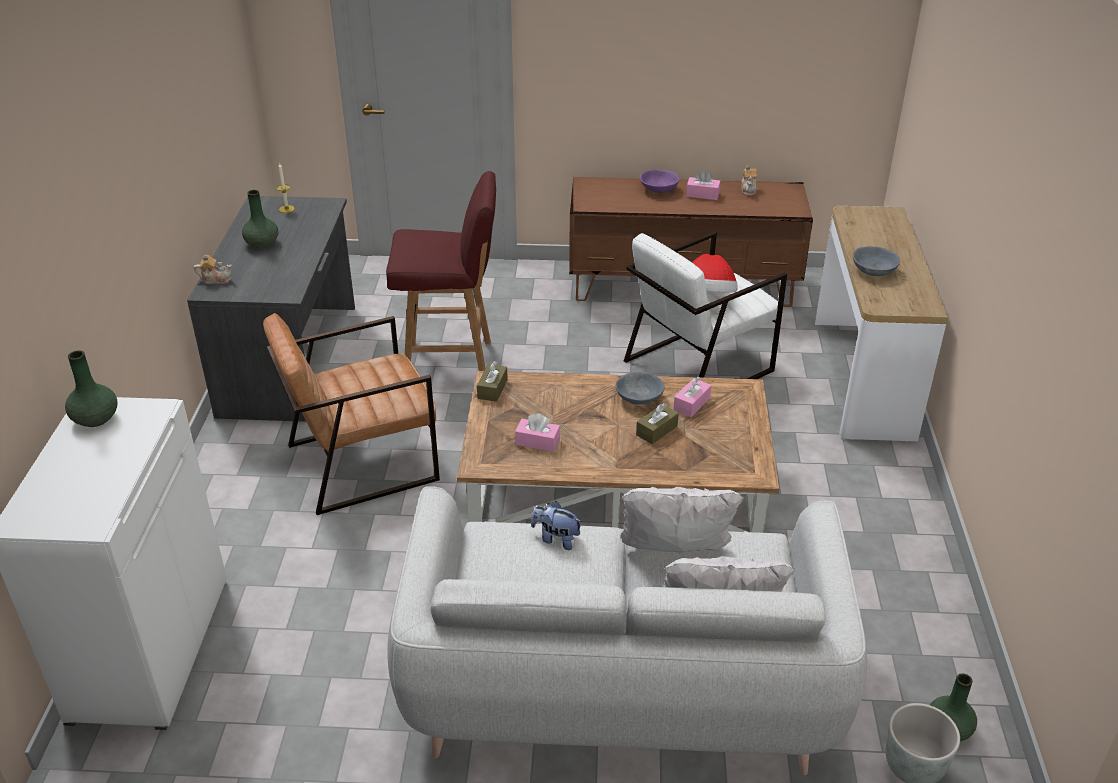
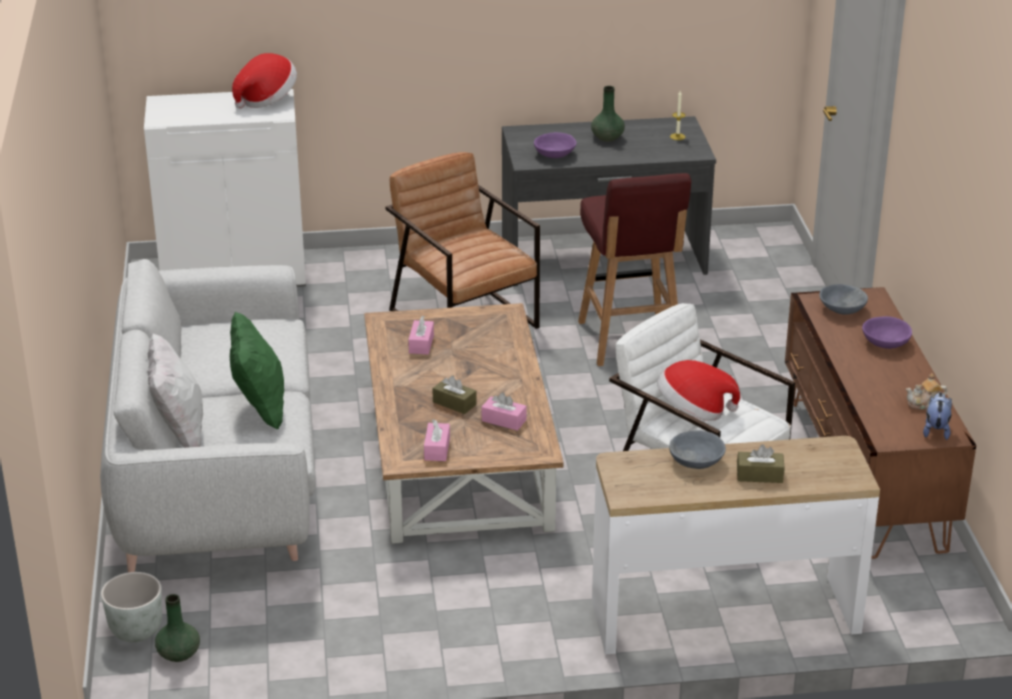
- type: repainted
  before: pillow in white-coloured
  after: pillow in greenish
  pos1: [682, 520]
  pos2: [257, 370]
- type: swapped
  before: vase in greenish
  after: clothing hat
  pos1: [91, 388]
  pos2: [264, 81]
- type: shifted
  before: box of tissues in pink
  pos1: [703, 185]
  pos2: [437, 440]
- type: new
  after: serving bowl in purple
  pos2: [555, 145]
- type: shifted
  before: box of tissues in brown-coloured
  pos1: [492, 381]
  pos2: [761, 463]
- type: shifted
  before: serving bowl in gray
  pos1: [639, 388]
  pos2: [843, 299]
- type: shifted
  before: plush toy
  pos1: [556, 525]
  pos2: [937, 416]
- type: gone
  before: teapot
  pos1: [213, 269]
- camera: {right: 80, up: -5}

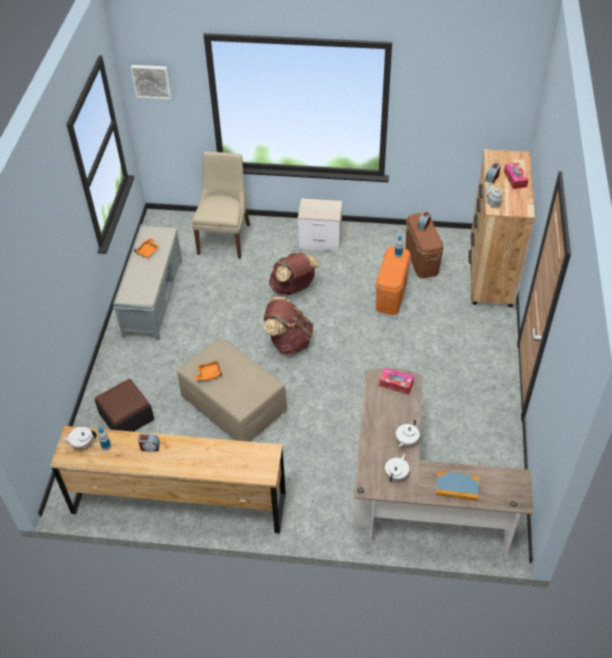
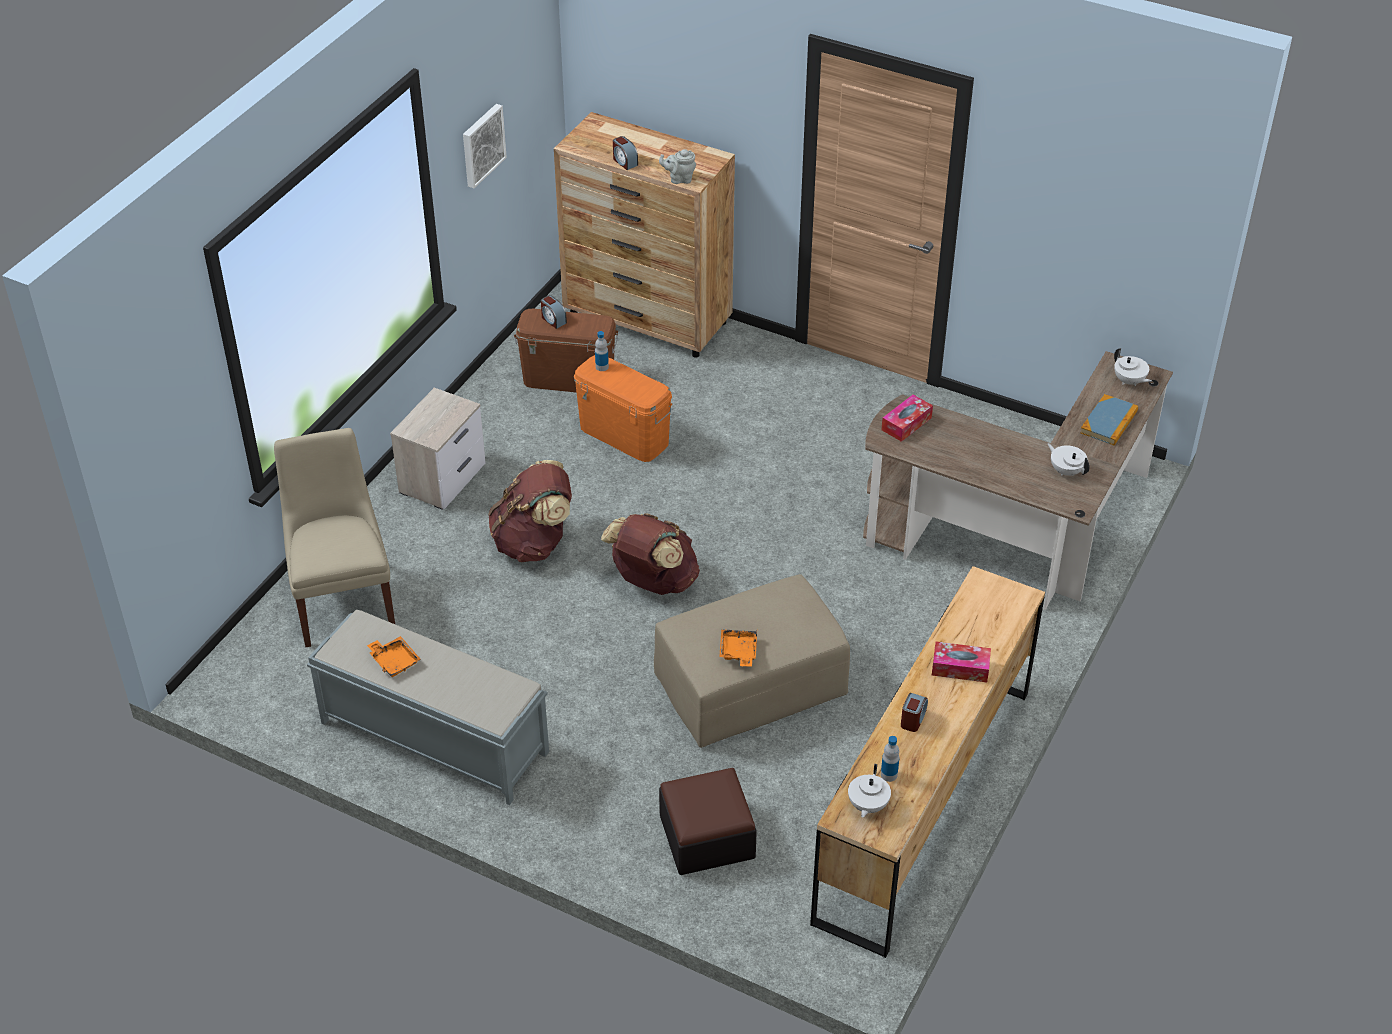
- type: rotated
  before: upright chair in beige
  pos1: [221, 205]
  pos2: [334, 537]
  turn: 45
- type: shifted
  before: picture
  pos1: [151, 82]
  pos2: [485, 146]
- type: shifted
  before: box of tissues
  pos1: [516, 176]
  pos2: [961, 661]
- type: shifted
  before: teapot in white-coloured
  pos1: [407, 433]
  pos2: [1133, 367]
- camera: {right: -70, up: -5}

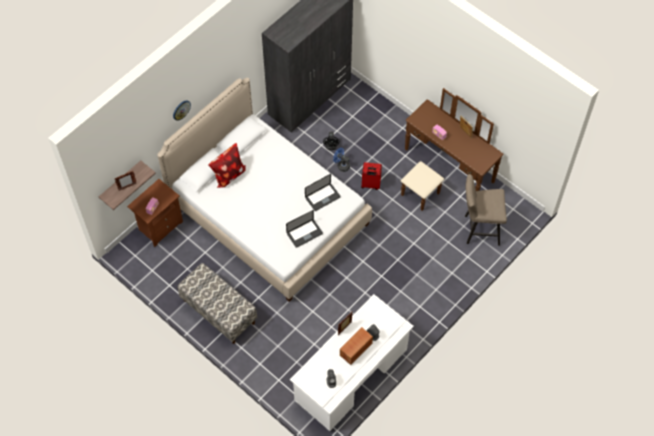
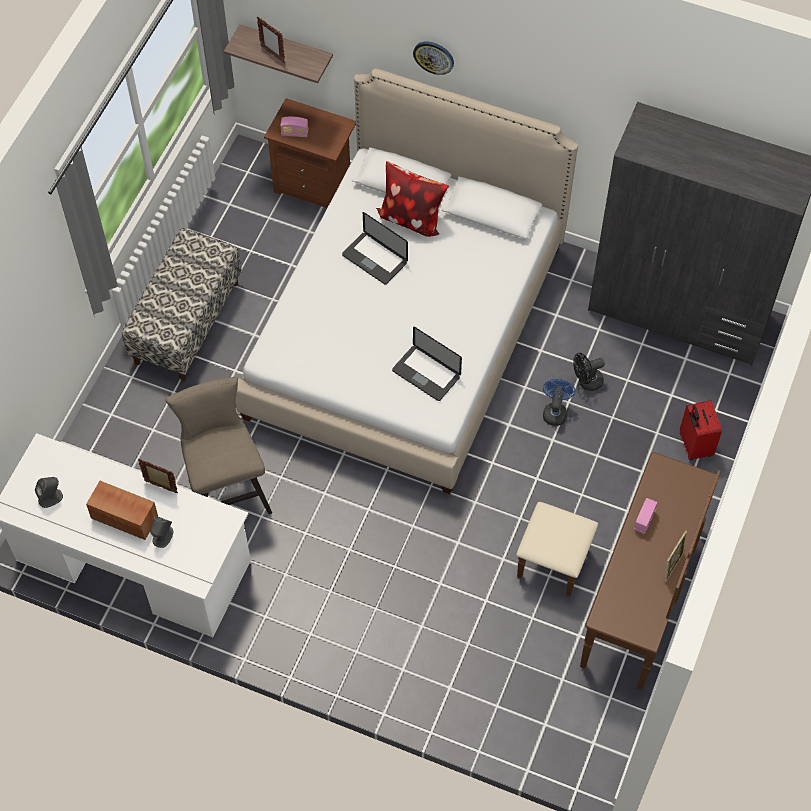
- type: shifted
  before: stool in beige
  pos1: [486, 210]
  pos2: [218, 445]
- type: shifted
  before: portable computer
  pos1: [304, 229]
  pos2: [375, 248]
- type: shifted
  before: piece of luggage in reddish
  pos1: [371, 176]
  pos2: [701, 430]
- camera: {right: 70, up: 0}

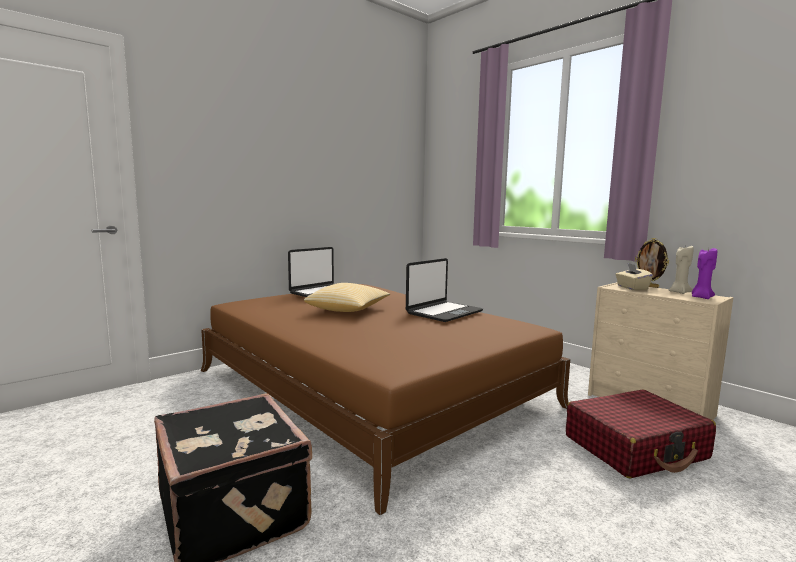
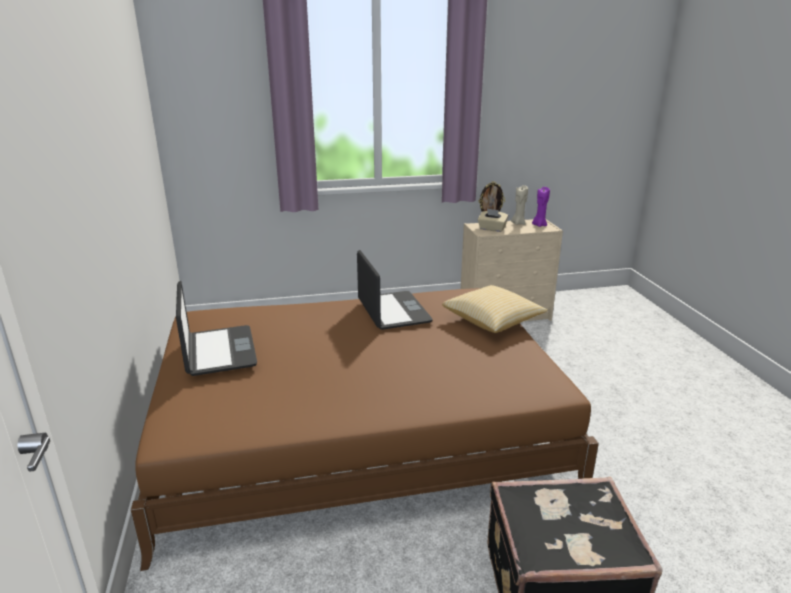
- type: shifted
  before: pillow
  pos1: [347, 297]
  pos2: [495, 309]
- type: gone
  before: piece of luggage in reddish
  pos1: [641, 433]
- camera: {right: -60, up: 15}

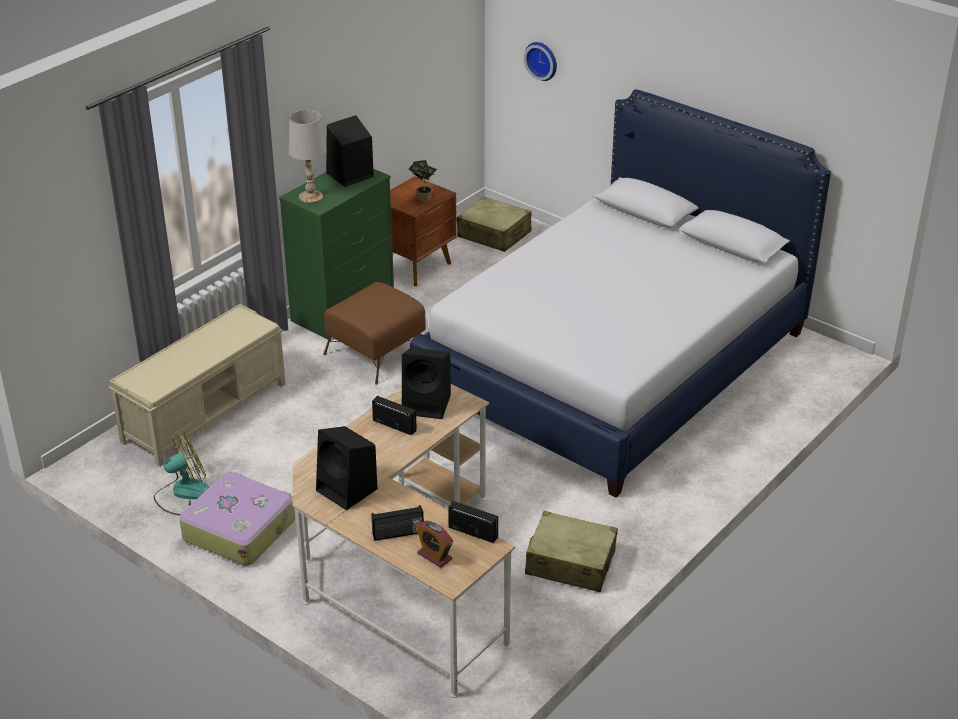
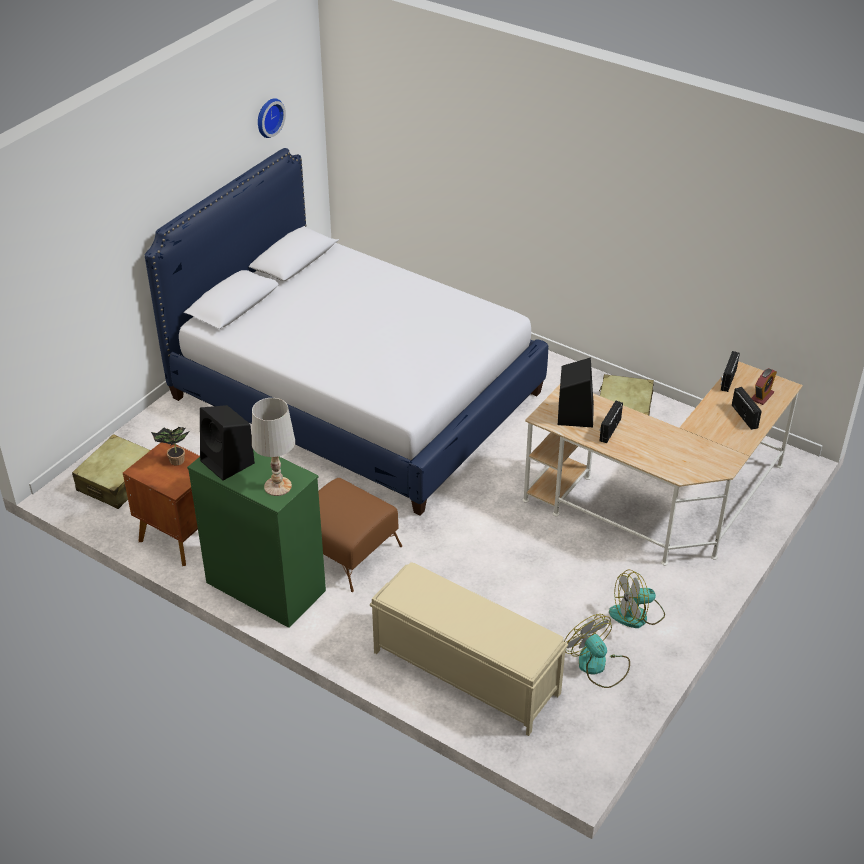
- type: shifted
  before: hanging clock
  pos1: [540, 61]
  pos2: [272, 118]
- type: swapped
  before: piece of luggage
  after: fan
  pos1: [237, 519]
  pos2: [637, 599]
- type: gone
  before: audio speaker in black
  pos1: [346, 468]
- camera: {right: -95, up: 5}

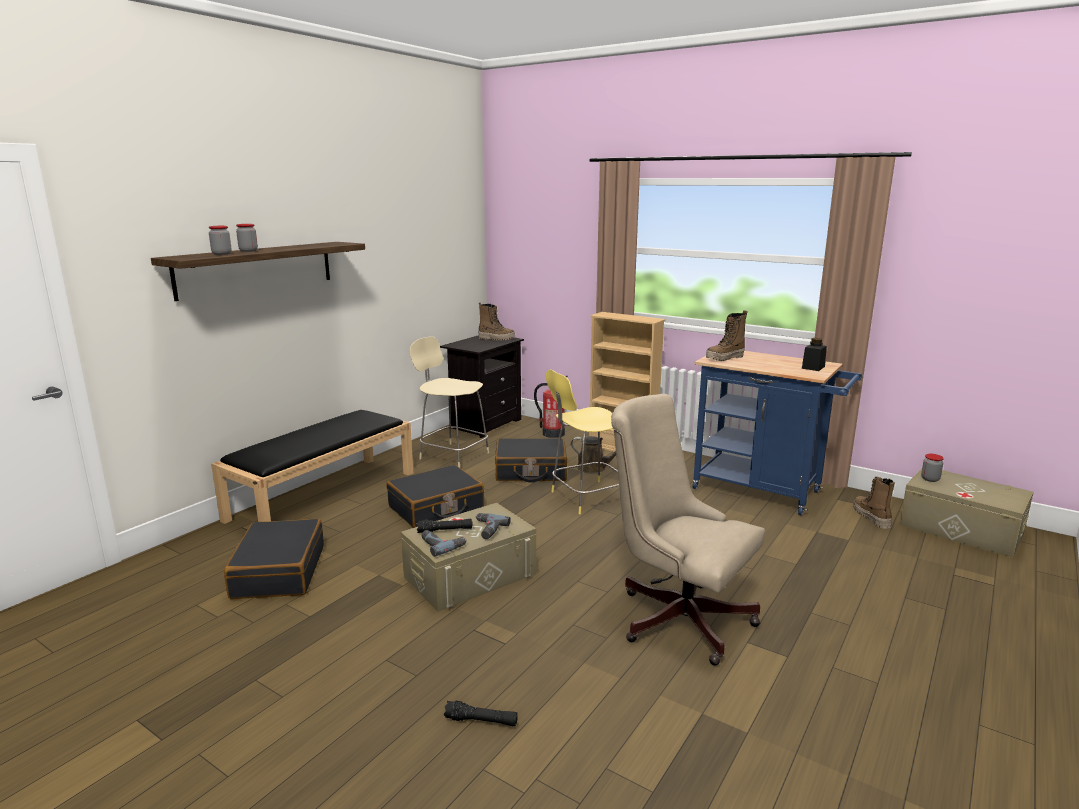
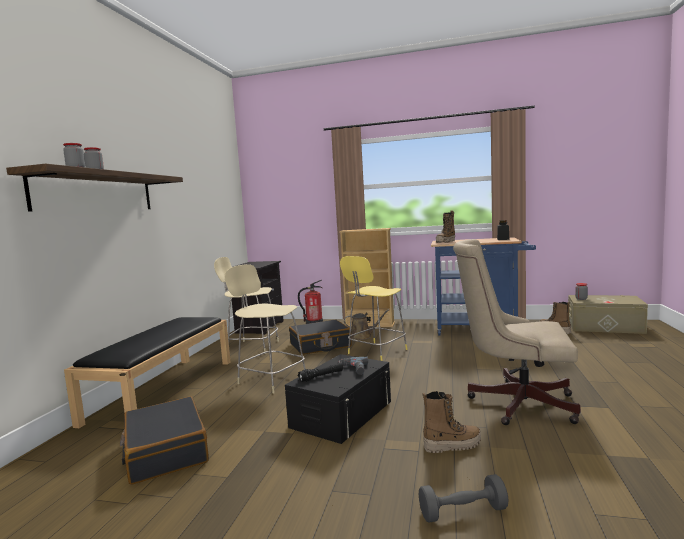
- type: swapped
  before: piece of luggage in black
  after: stool in beige
  pos1: [435, 496]
  pos2: [265, 328]
- type: repainted
  before: storage bin in beige
  after: storage bin in black
  pos1: [468, 557]
  pos2: [338, 399]
- type: swapped
  before: hand torch in black
  after: dumbbell in gray
  pos1: [481, 714]
  pos2: [464, 498]
- type: shifted
  before: tall boot
  pos1: [496, 321]
  pos2: [451, 422]
- type: gone
  before: drill
  pos1: [444, 543]
- camera: {right: -20, up: -10}

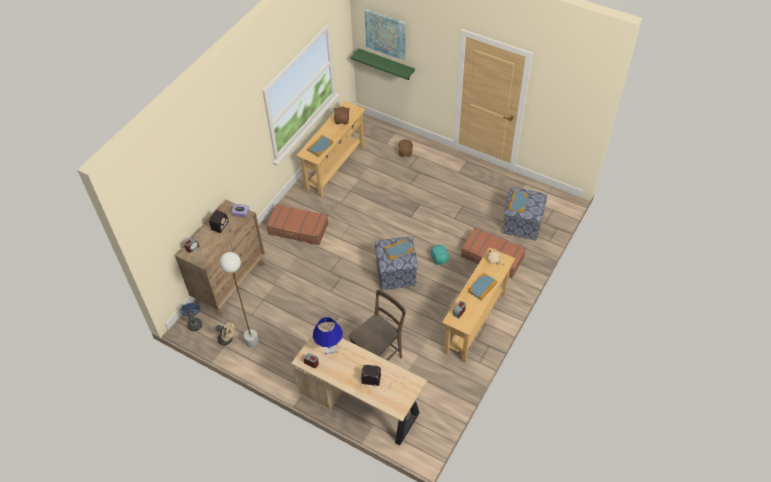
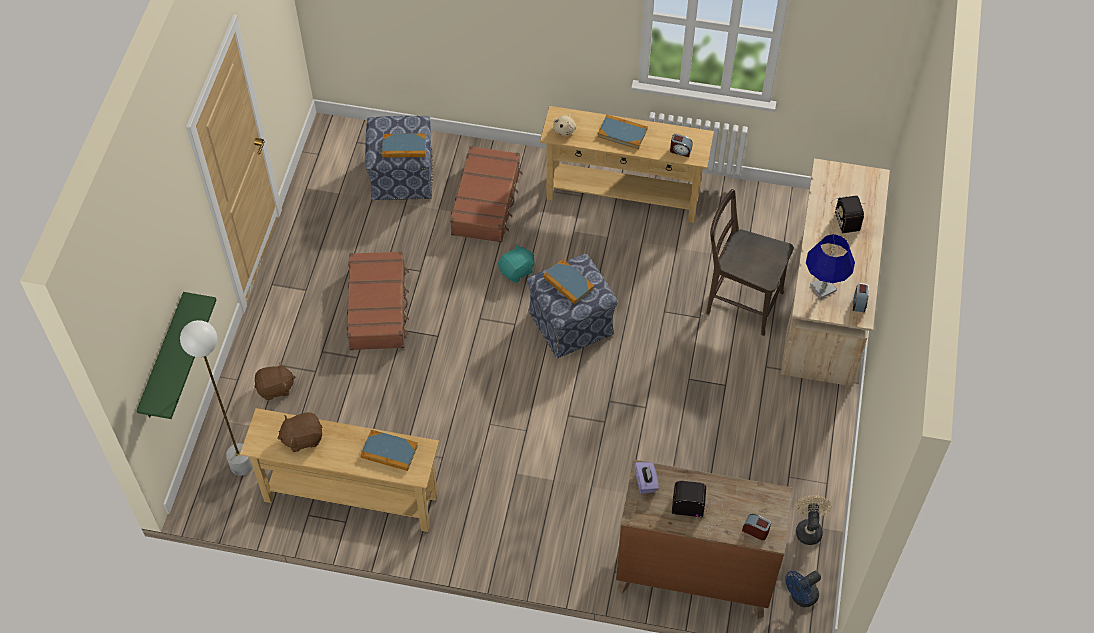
- type: shifted
  before: standard lamp in white-coloured
  pos1: [239, 300]
  pos2: [216, 398]
- type: shifted
  before: piece of luggage in brown-coloured
  pos1: [297, 224]
  pos2: [378, 300]
- type: gone
  before: picture
  pos1: [385, 34]
- camera: {right: -110, up: 5}

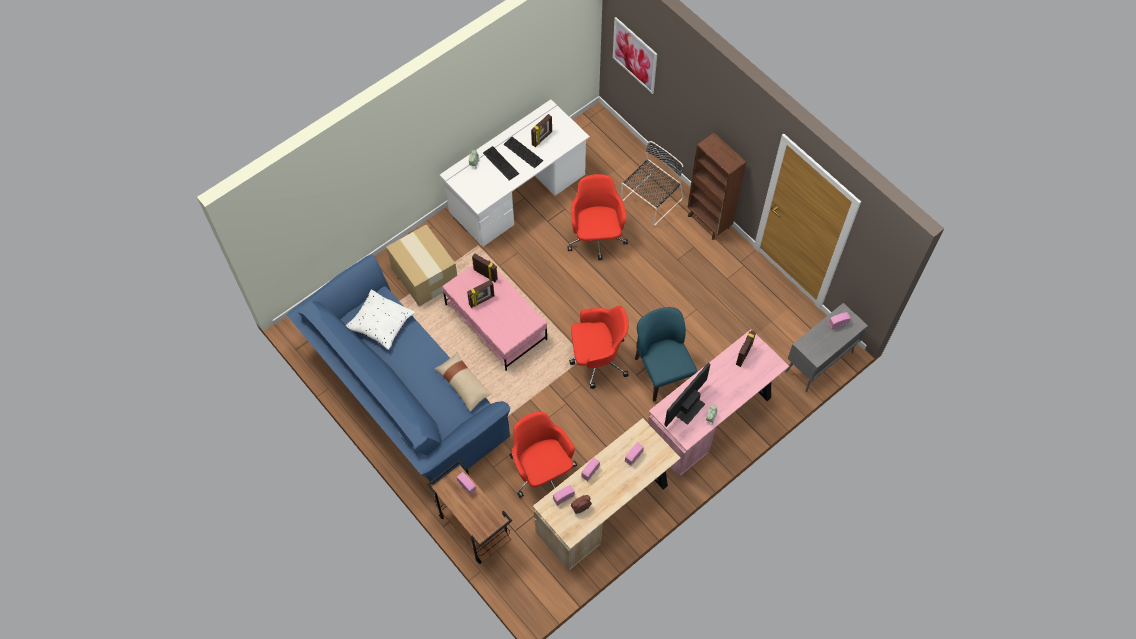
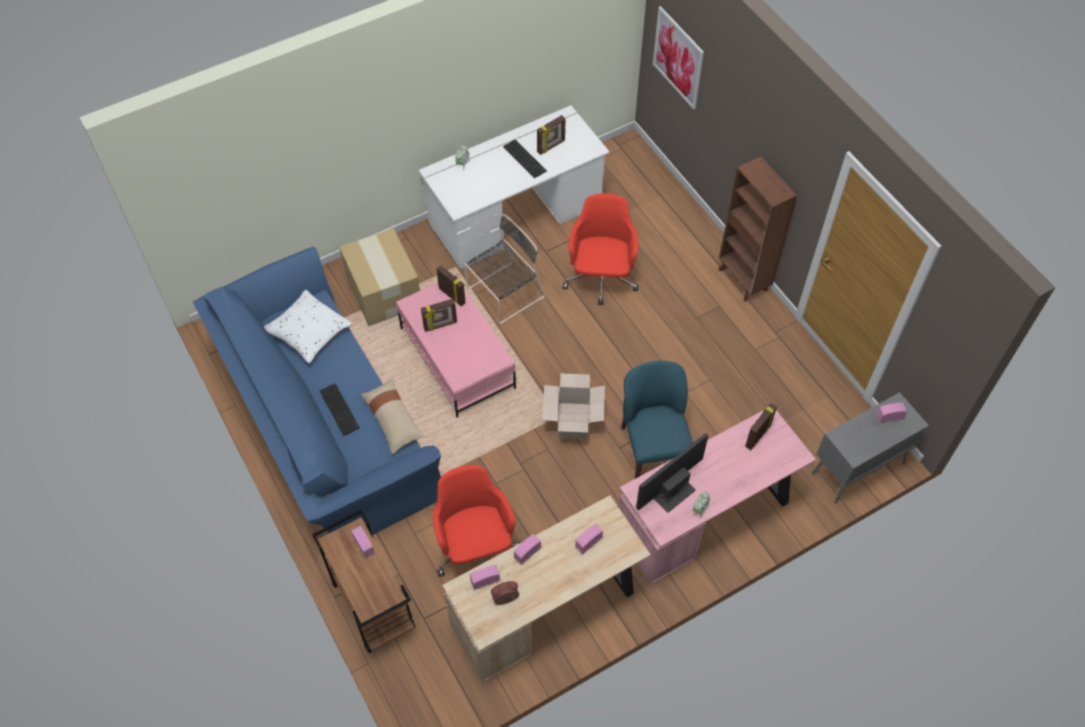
- type: shifted
  before: computer keyboard
  pos1: [501, 163]
  pos2: [340, 410]
- type: shifted
  before: upright chair in black
  pos1: [652, 183]
  pos2: [504, 269]
- type: swapped
  before: computer chair in reddish
  after: carton
  pos1: [599, 347]
  pos2: [573, 406]
- camera: {right: 10, up: -5}

